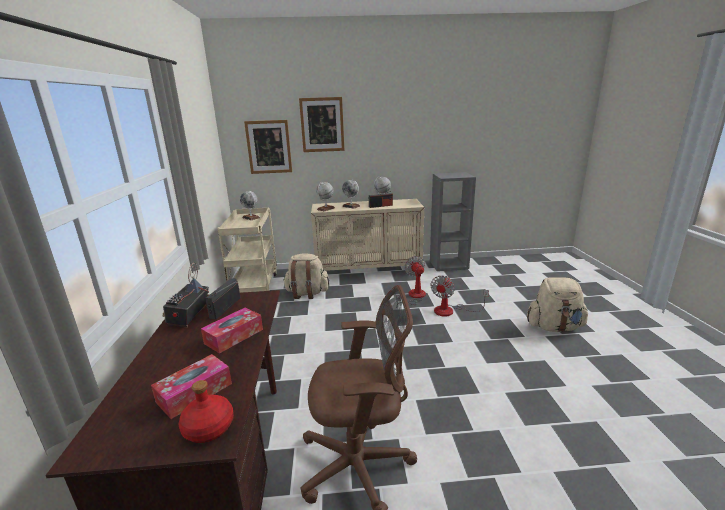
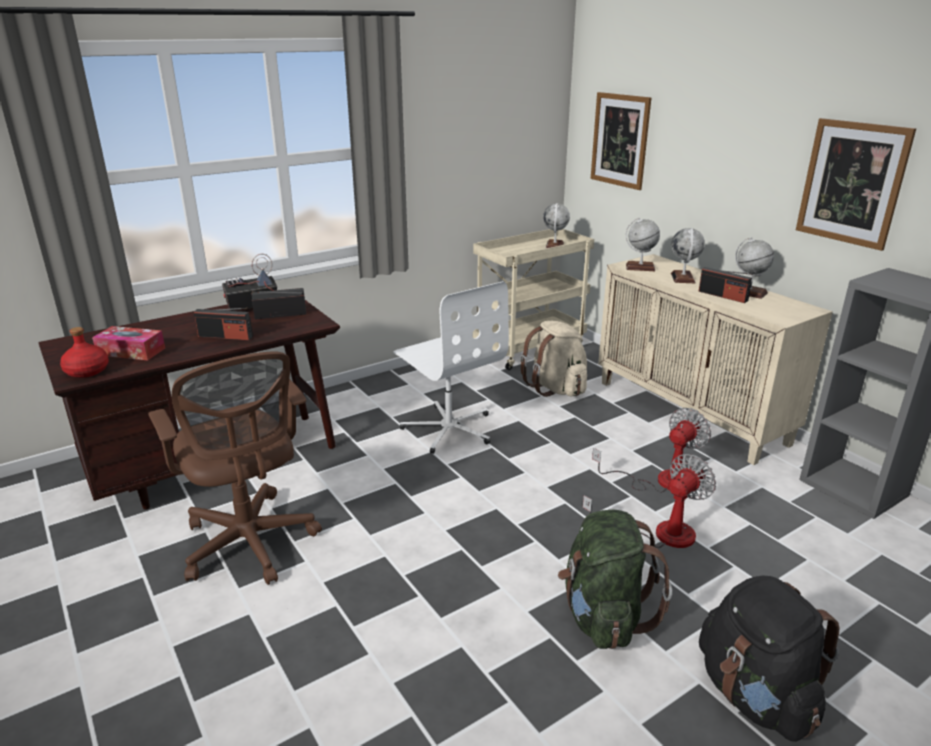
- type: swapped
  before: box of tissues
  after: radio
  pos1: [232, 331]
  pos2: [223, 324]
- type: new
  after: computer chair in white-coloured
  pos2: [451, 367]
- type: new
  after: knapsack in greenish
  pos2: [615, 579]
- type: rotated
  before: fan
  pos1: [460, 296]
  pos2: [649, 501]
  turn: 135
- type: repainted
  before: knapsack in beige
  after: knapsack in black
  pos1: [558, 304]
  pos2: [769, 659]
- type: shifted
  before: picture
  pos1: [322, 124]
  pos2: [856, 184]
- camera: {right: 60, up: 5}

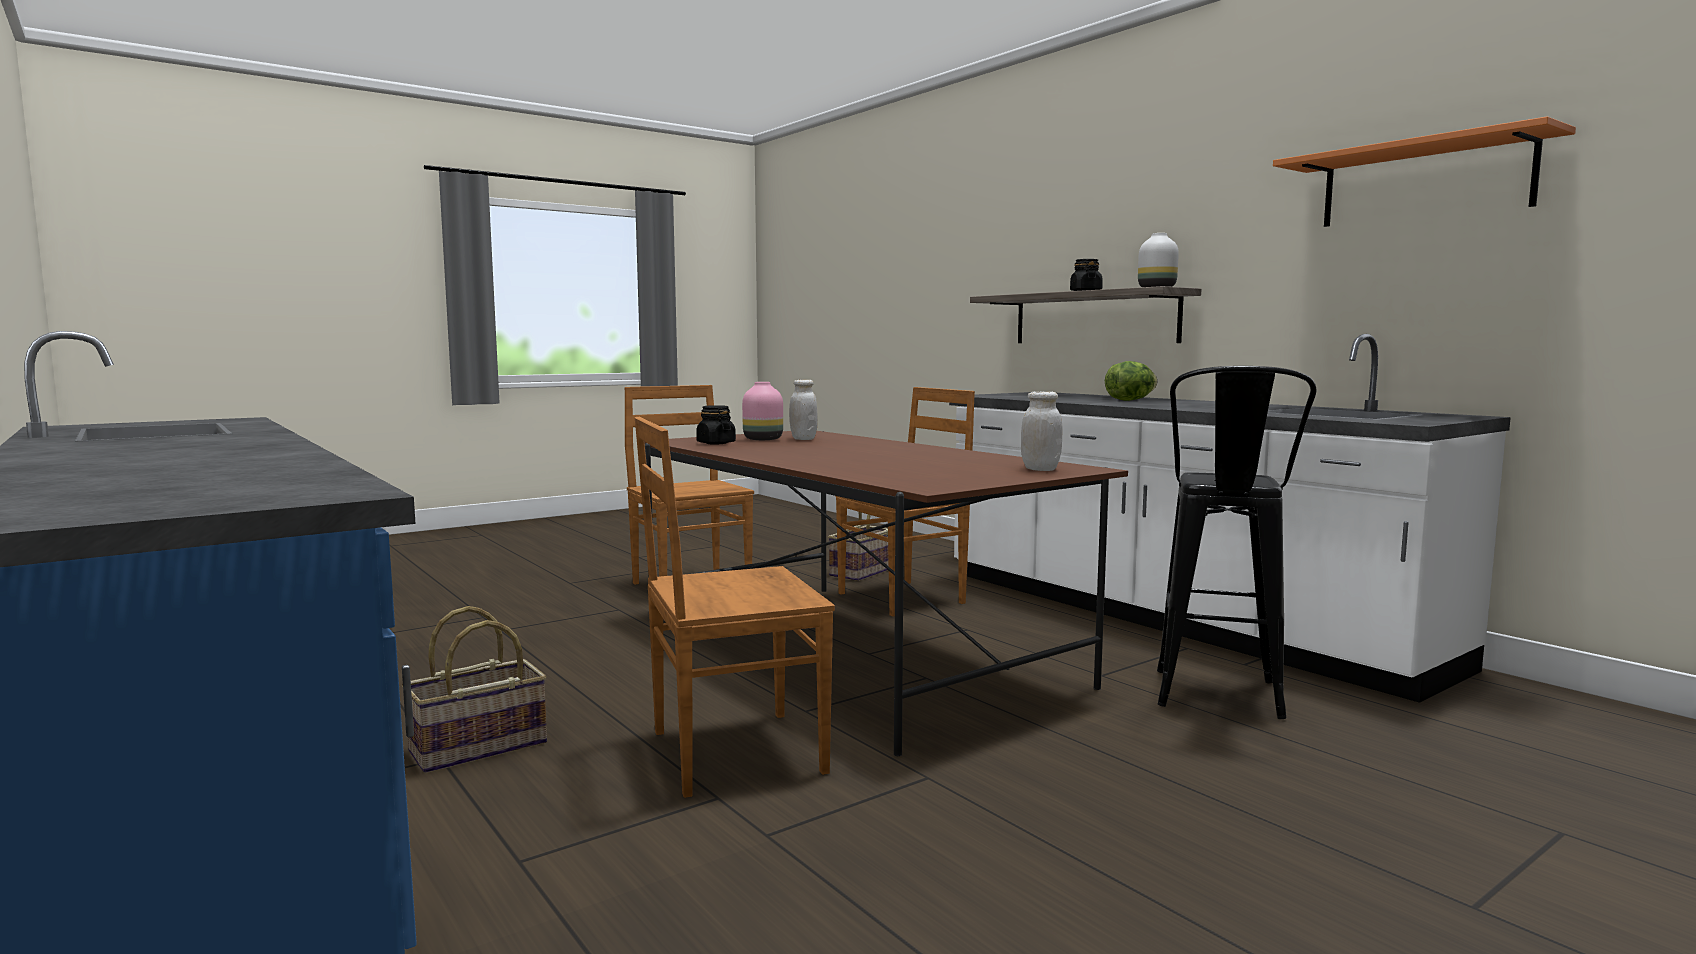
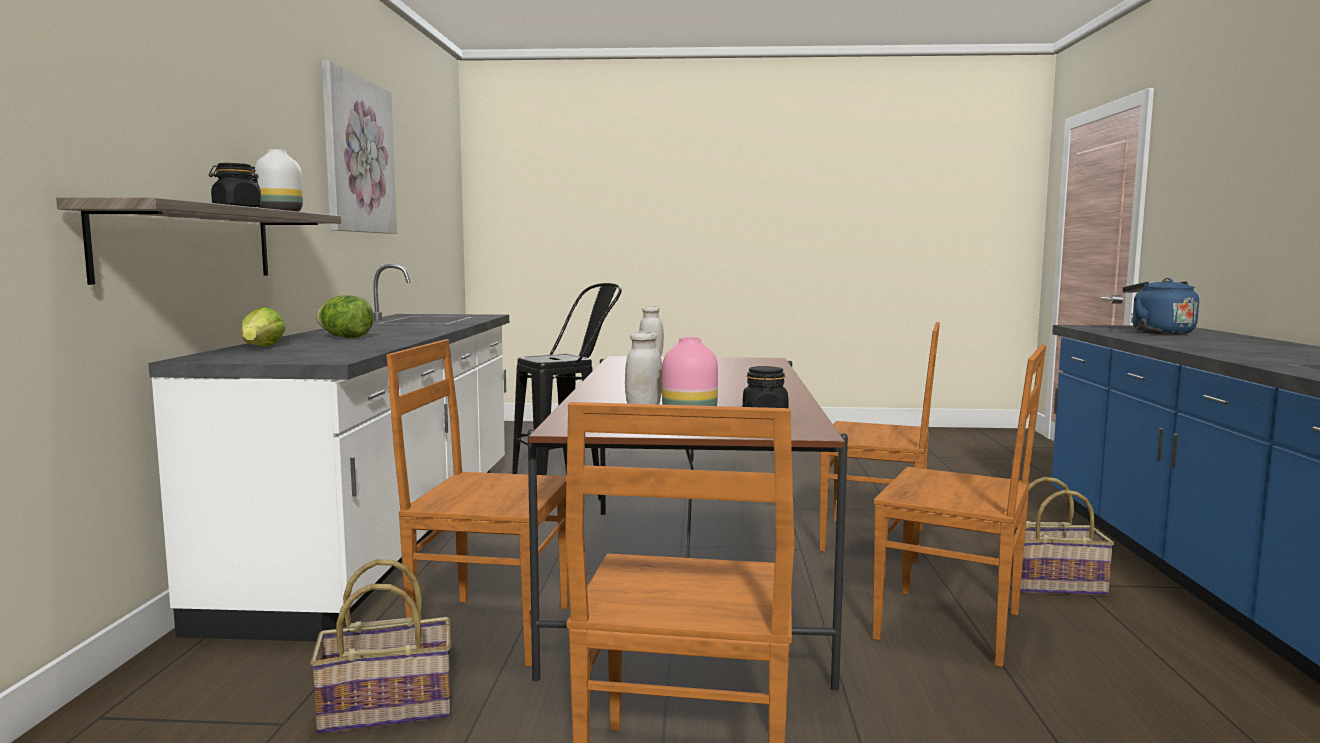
- type: new
  after: lettuce head
  pos2: [263, 327]
- type: swapped
  before: bracket shelf in orangey
  after: picture
  pos1: [1424, 171]
  pos2: [359, 147]
- type: new
  after: upright chair in brown-coloured
  pos2: [959, 506]
- type: new
  after: kettle in blue
  pos2: [1160, 306]
- camera: {right: -140, up: 0}

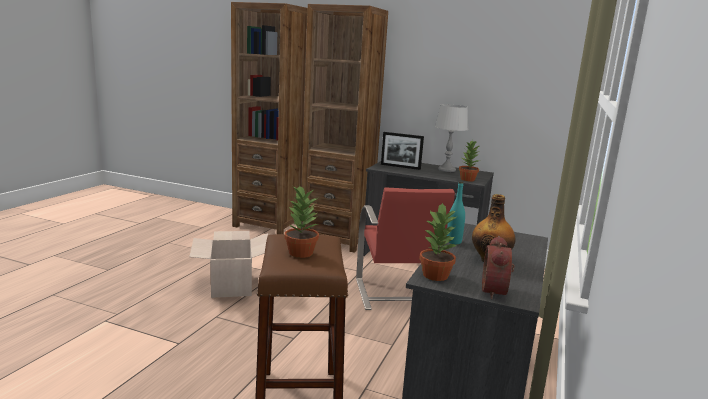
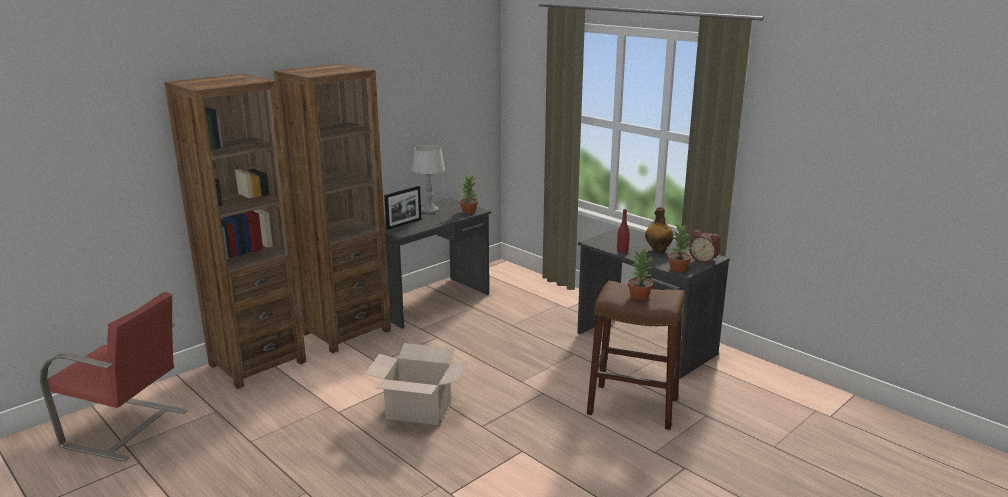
- type: shifted
  before: upright chair in reddish
  pos1: [405, 248]
  pos2: [114, 377]
- type: repainted
  before: beverage bottle in blue-green
  after: beverage bottle in reddish
  pos1: [456, 213]
  pos2: [623, 231]
- camera: {right: -65, up: 5}

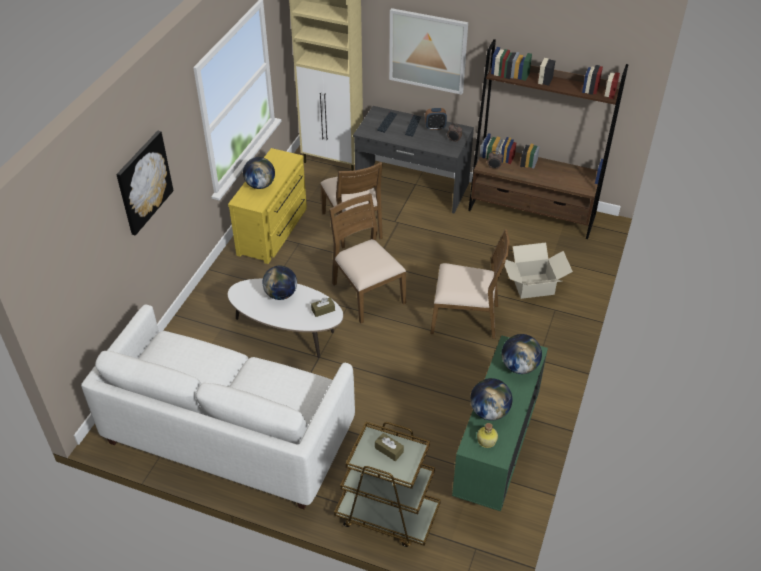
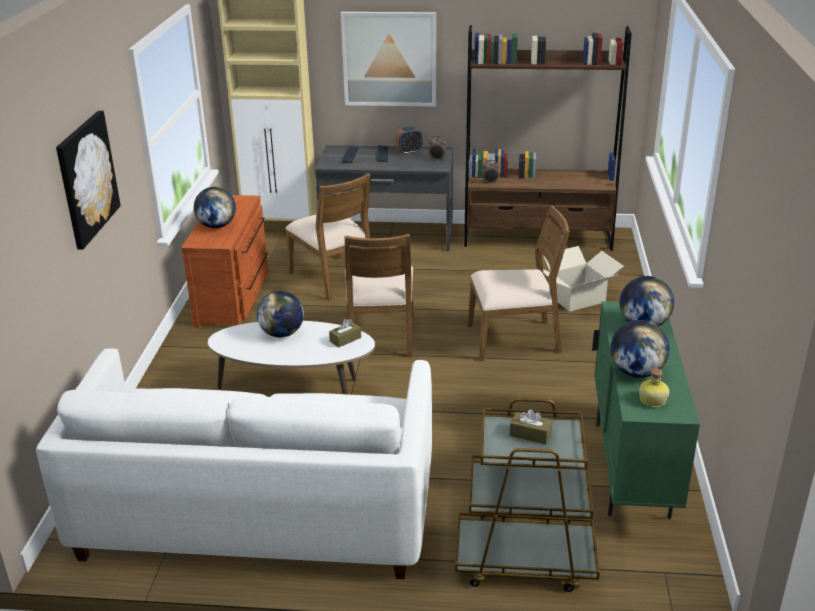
- type: repainted
  before: drawer chest in yellow-coloured
  after: drawer chest in brown-coloured
  pos1: [267, 206]
  pos2: [224, 261]
- type: rotated
  before: upright chair in brown-coloured
  pos1: [367, 258]
  pos2: [379, 296]
  turn: -135
- camera: {right: -15, up: -15}

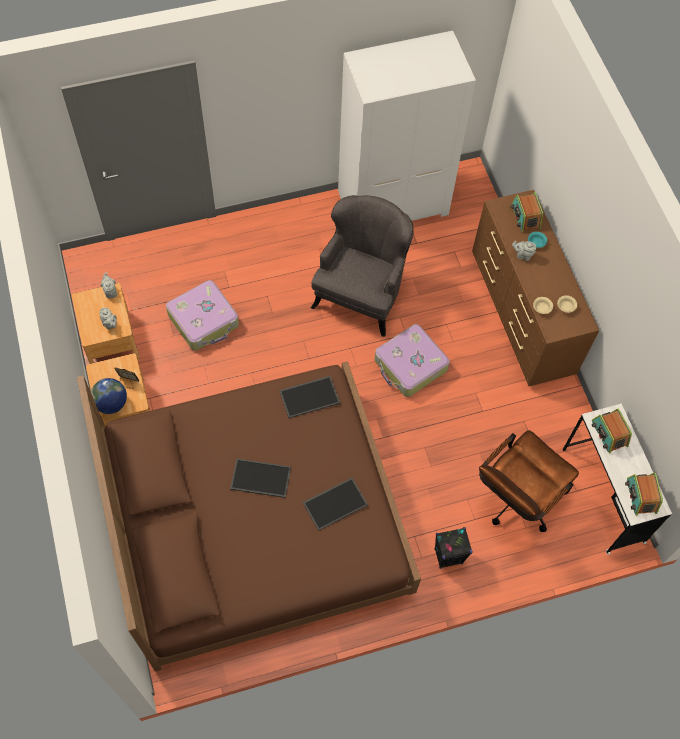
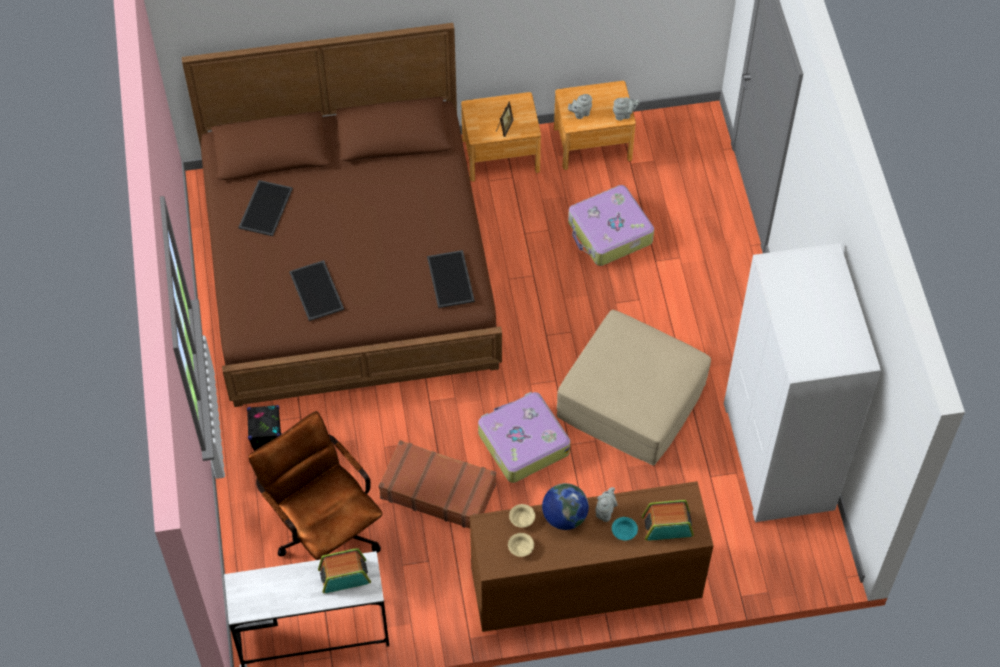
- type: shifted
  before: serving tray
  pos1: [260, 478]
  pos2: [265, 208]
- type: new
  after: piece of luggage in brown-coloured
  pos2: [437, 484]
- type: shifted
  before: globe
  pos1: [109, 396]
  pos2: [565, 506]
- type: swapped
  before: easy chair in gray
  after: pouffe in beige
  pos1: [362, 266]
  pos2: [634, 388]
- type: gone
  before: radio
  pos1: [644, 494]
- camera: {right: 100, up: -5}

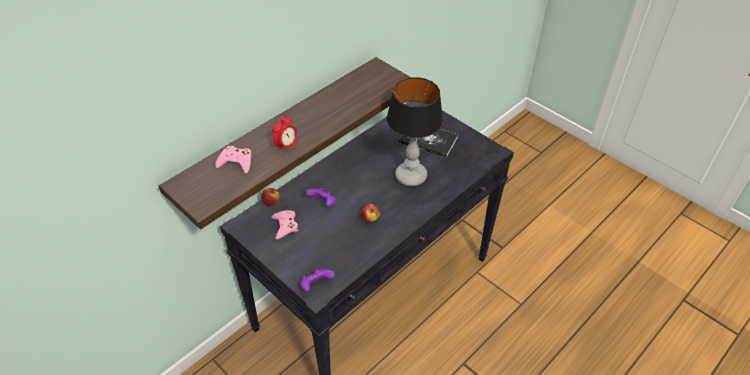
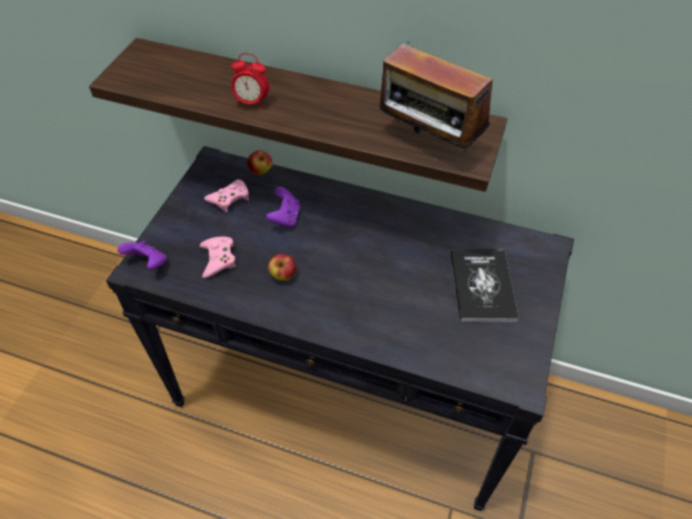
- type: shifted
  before: game controller in pink
  pos1: [233, 160]
  pos2: [218, 257]
- type: new
  after: radio
  pos2: [436, 97]
- type: gone
  before: tabletop lamp
  pos1: [415, 131]
- camera: {right: 65, up: 5}

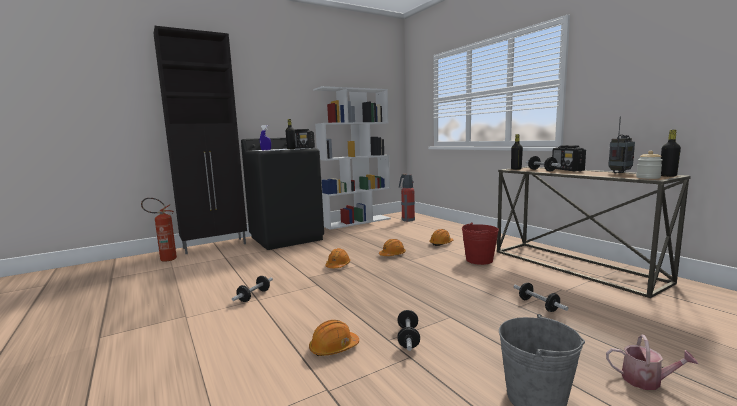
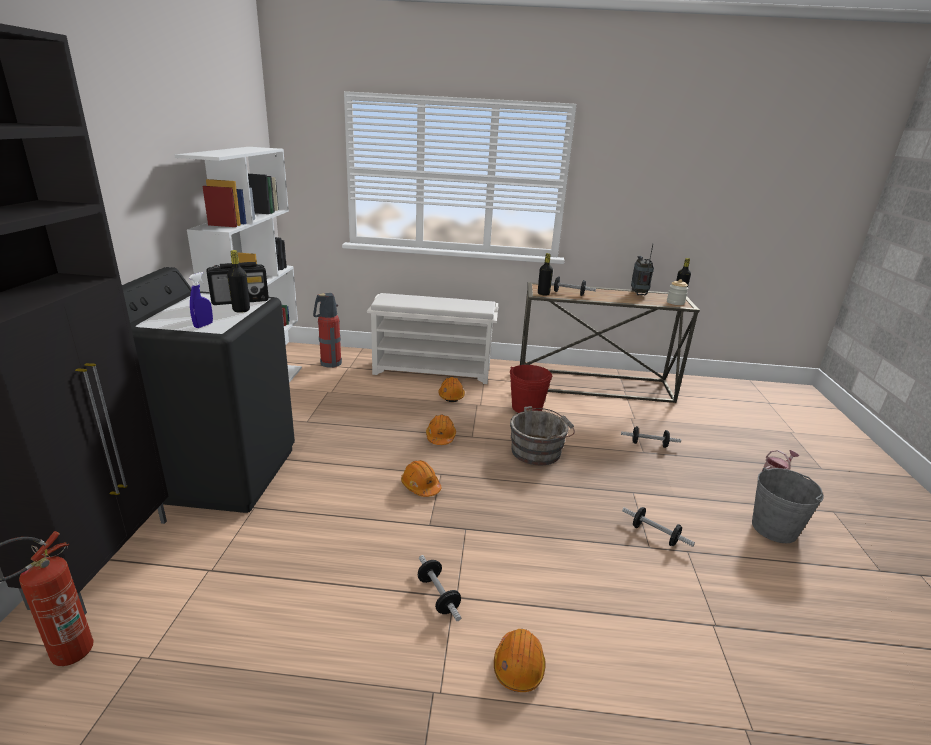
- type: new
  after: shoe rack in white-coloured
  pos2: [432, 338]
- type: shifted
  before: hard hat in orangey
  pos1: [334, 338]
  pos2: [520, 660]
- type: new
  after: bucket in gray
  pos2: [542, 435]
- type: gone
  before: radio
  pos1: [569, 158]
- camera: {right: -55, up: 15}

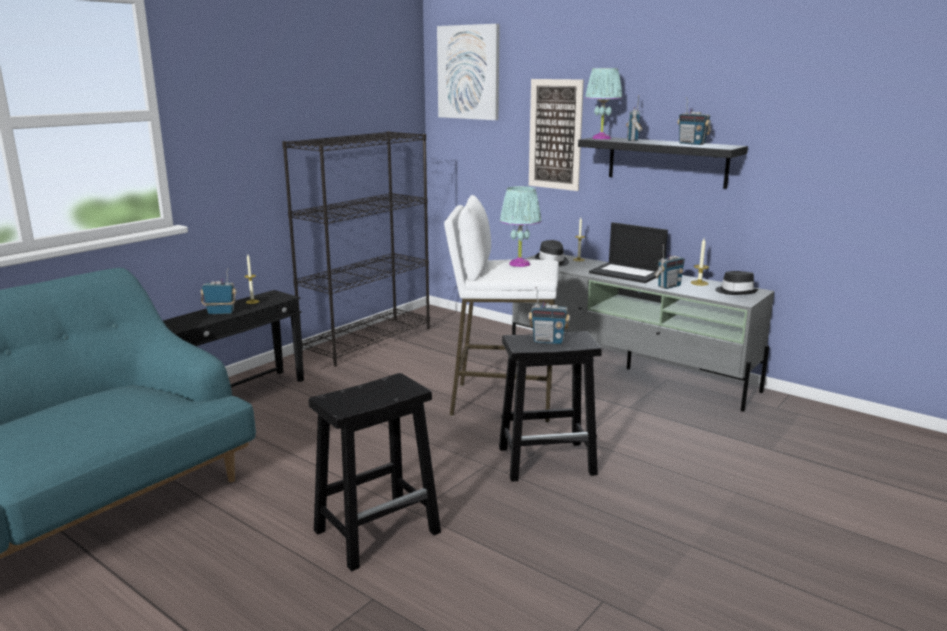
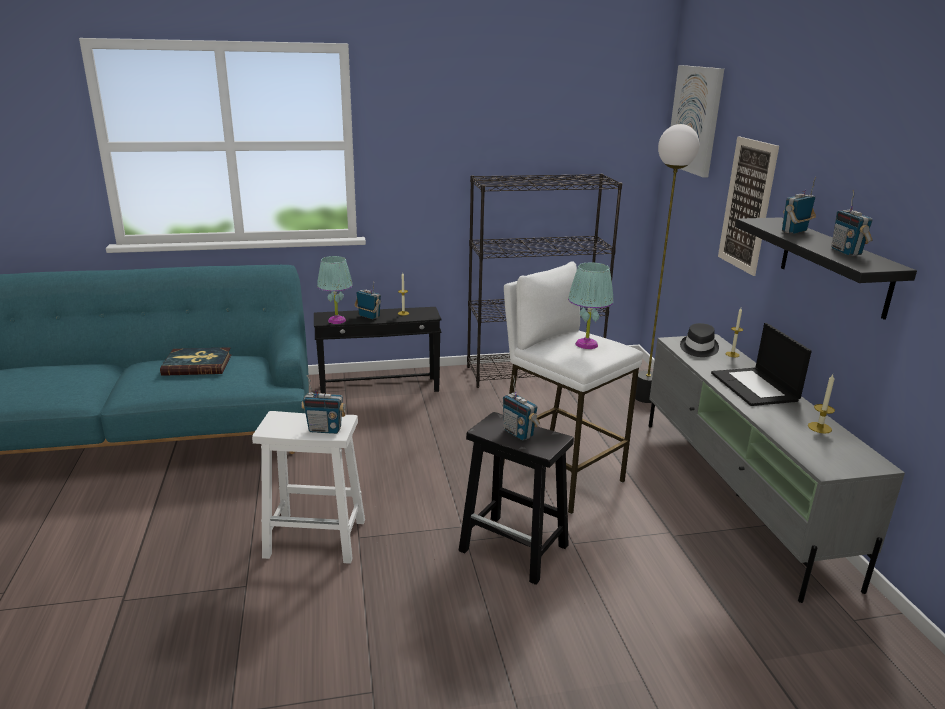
- type: new
  after: volume
  pos2: [195, 361]
- type: repainted
  before: stool in black
  after: stool in white-coloured
  pos1: [375, 472]
  pos2: [308, 487]
- type: shifted
  before: radio
  pos1: [669, 266]
  pos2: [323, 404]
- type: shifted
  before: tabletop lamp in blue-green
  pos1: [603, 103]
  pos2: [335, 290]
- type: new
  after: standard lamp
  pos2: [667, 263]
- type: gone
  before: clothing hat in black
  pos1: [736, 283]
- camera: {right: 40, up: 5}

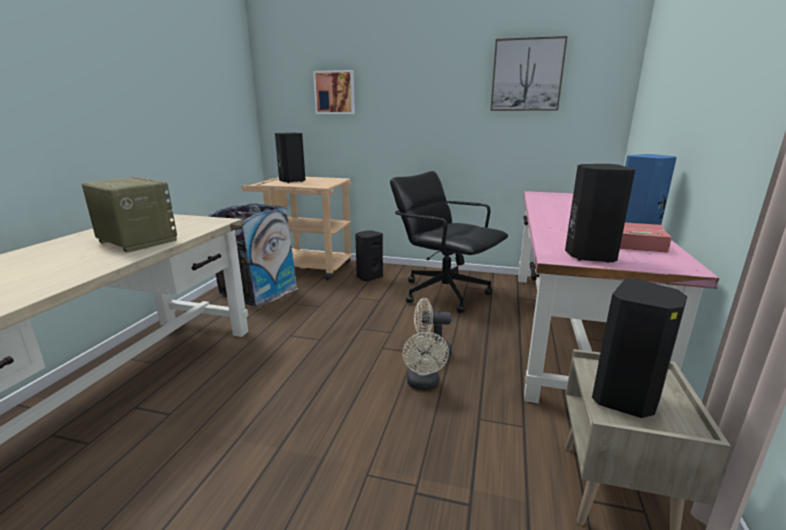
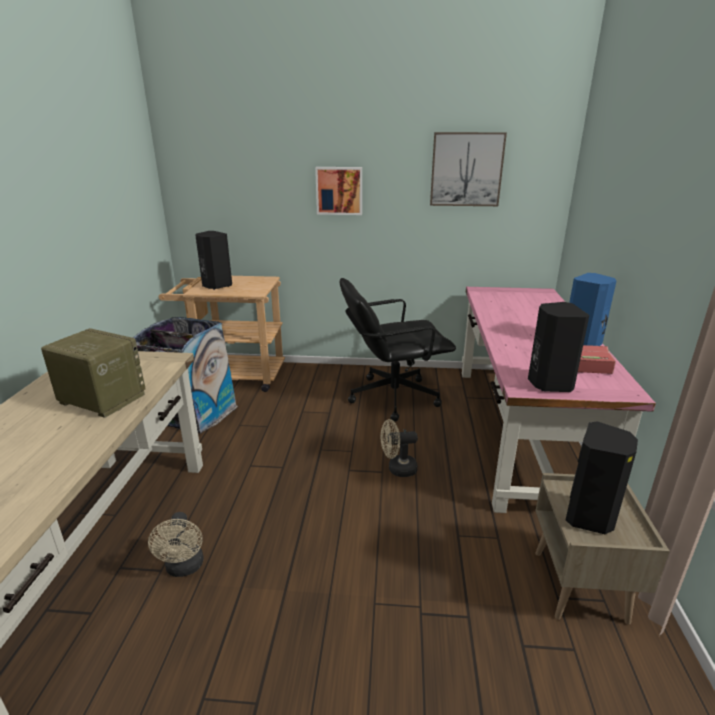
- type: shifted
  before: fan in beige
  pos1: [425, 361]
  pos2: [175, 544]
- type: shifted
  before: picture
  pos1: [334, 92]
  pos2: [338, 191]
- type: rotated
  before: computer chair in black
  pos1: [449, 242]
  pos2: [398, 350]
  turn: -45
- type: gone
  before: audio speaker in black
  pos1: [369, 256]
- camera: {right: -10, up: 5}

